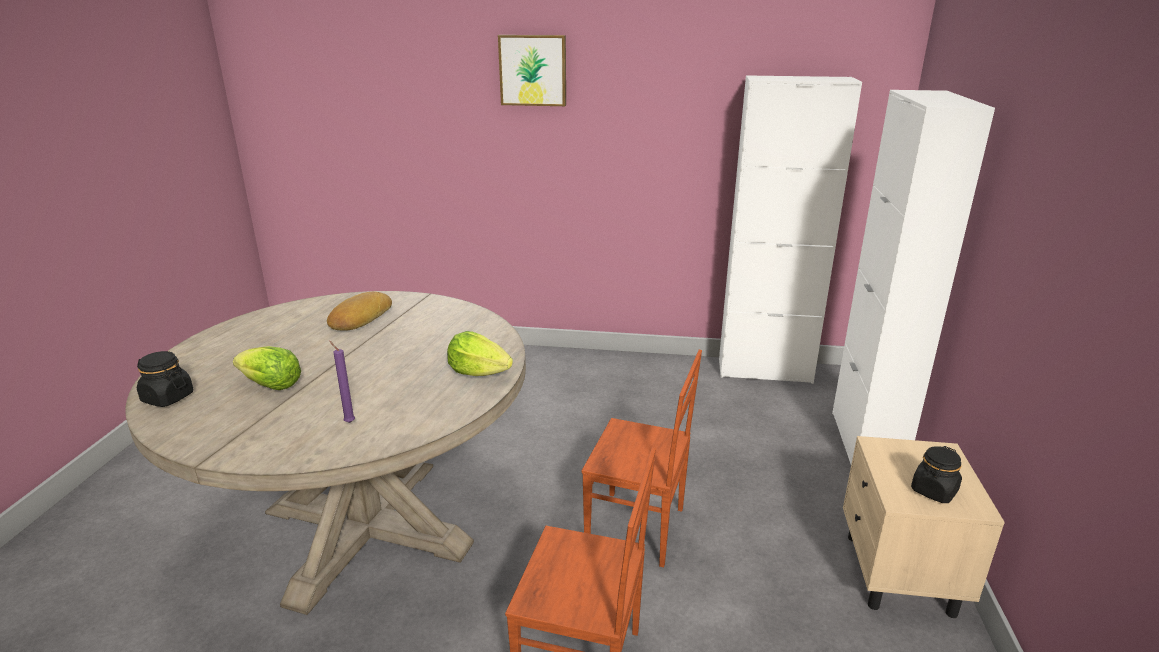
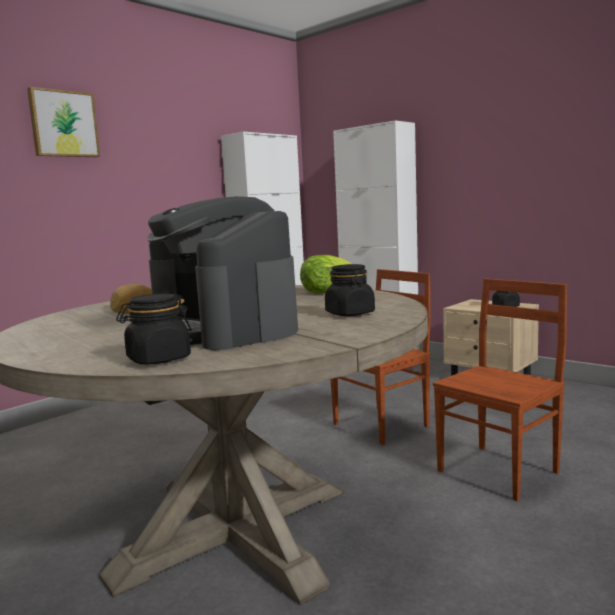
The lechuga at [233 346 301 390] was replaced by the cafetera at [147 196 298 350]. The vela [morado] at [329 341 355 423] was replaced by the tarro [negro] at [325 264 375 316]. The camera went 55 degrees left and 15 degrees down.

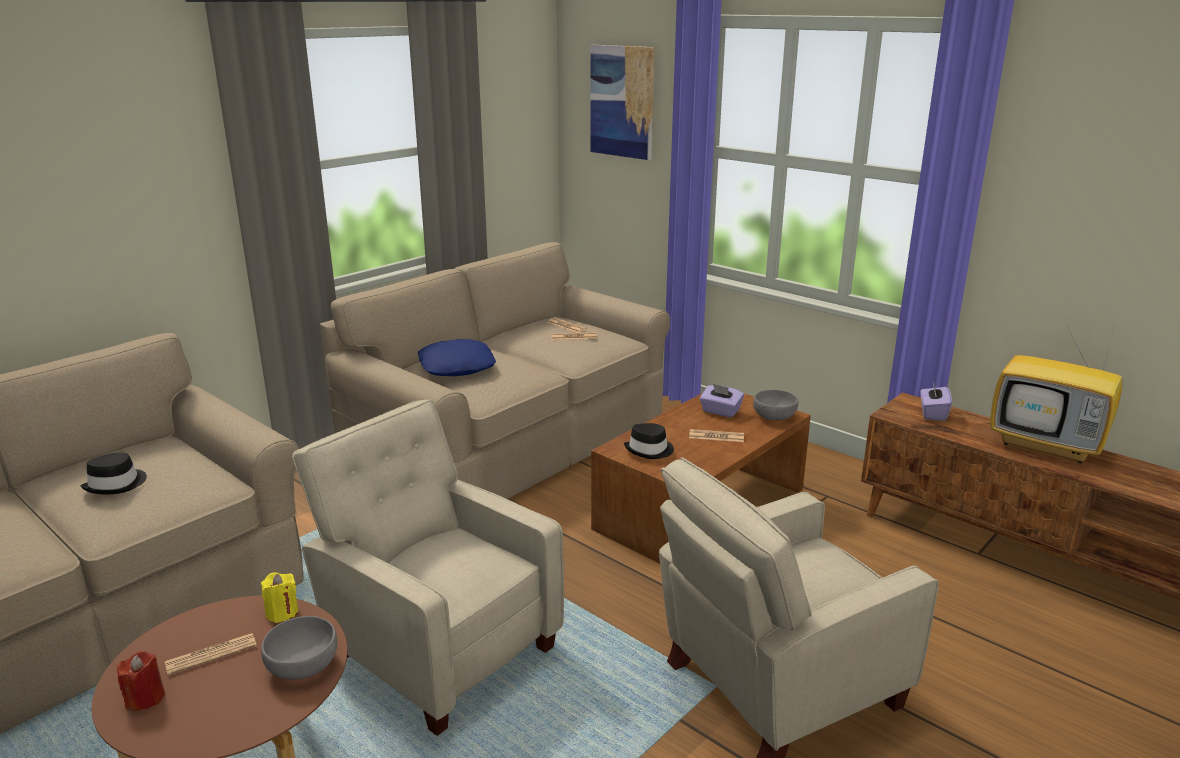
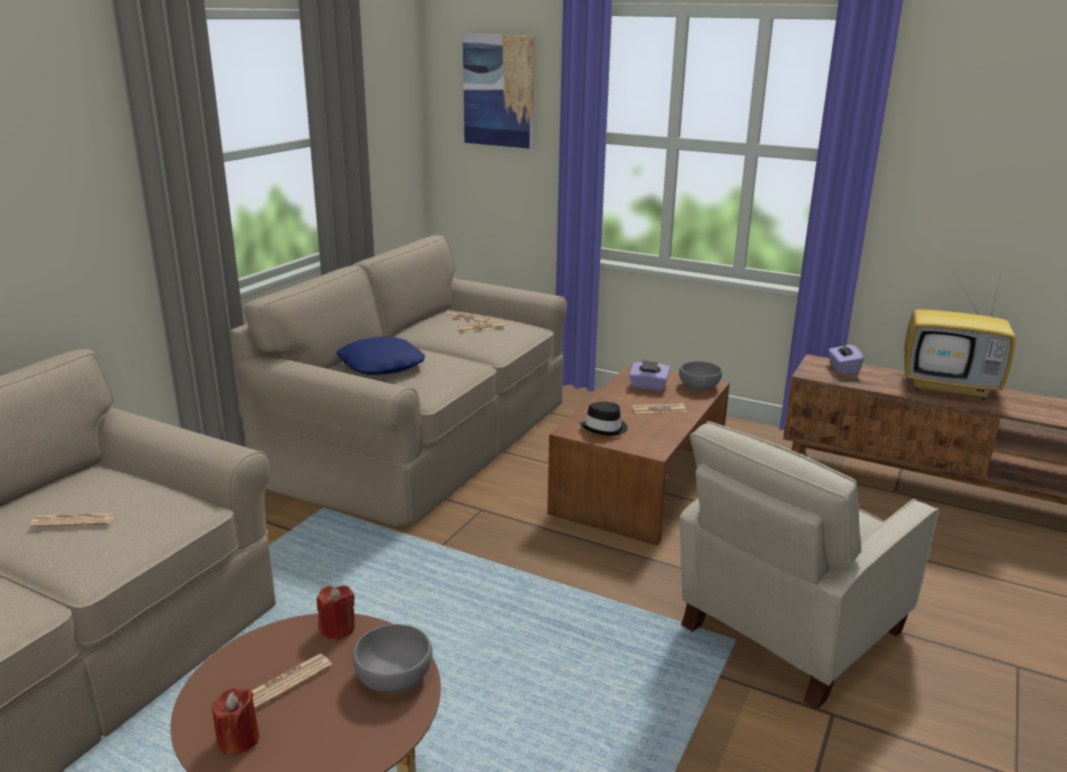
The sombrero [negro] at [80 453 147 494] was replaced by the periódico at [29 513 115 527]. The vela [amarillo] at [261 572 298 623] became the vela [rojo] at [317 585 355 640]. The sillón [beis] at [292 400 564 736] disappeared. The camera went 15 degrees left and 0 degrees up.

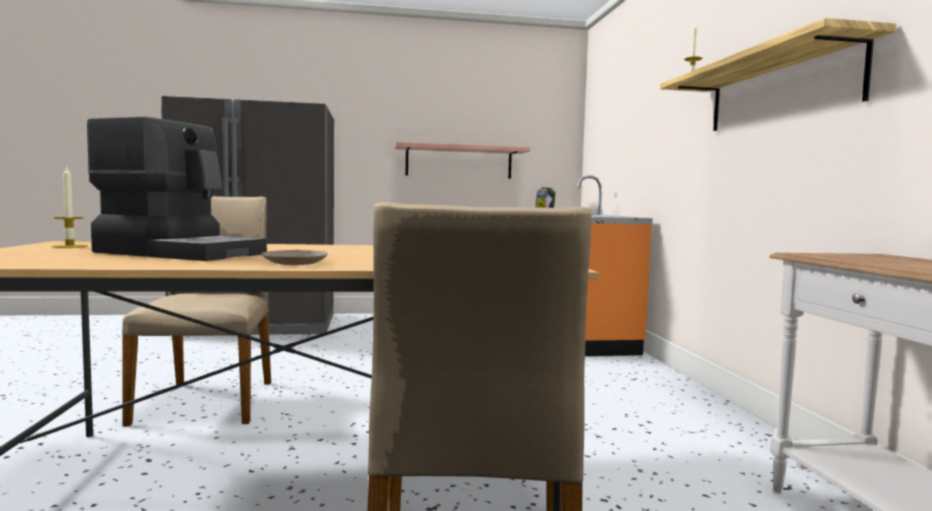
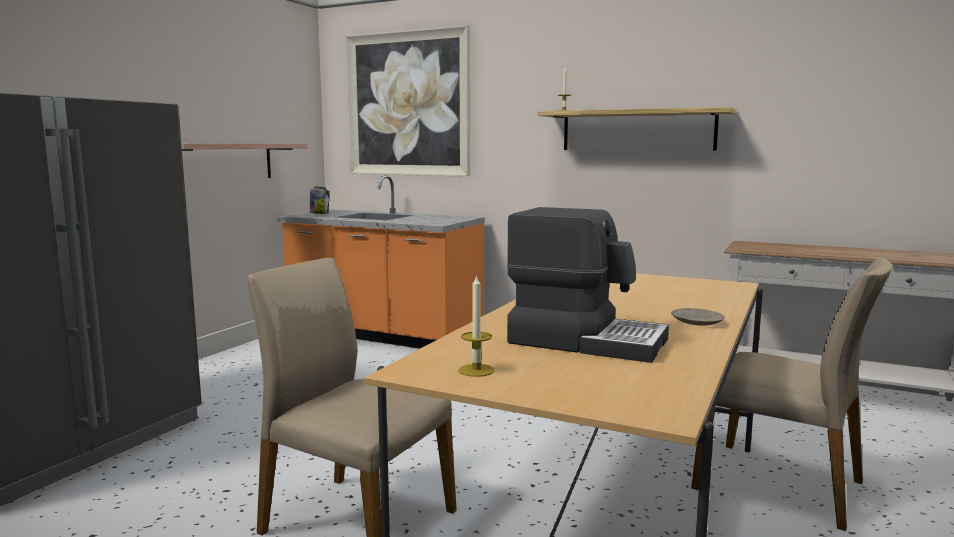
The cuadro at [345 25 470 177] appeared. The cafetera at [87 117 267 261] turned 60 degrees clockwise. The camera went 55 degrees left and 5 degrees up.

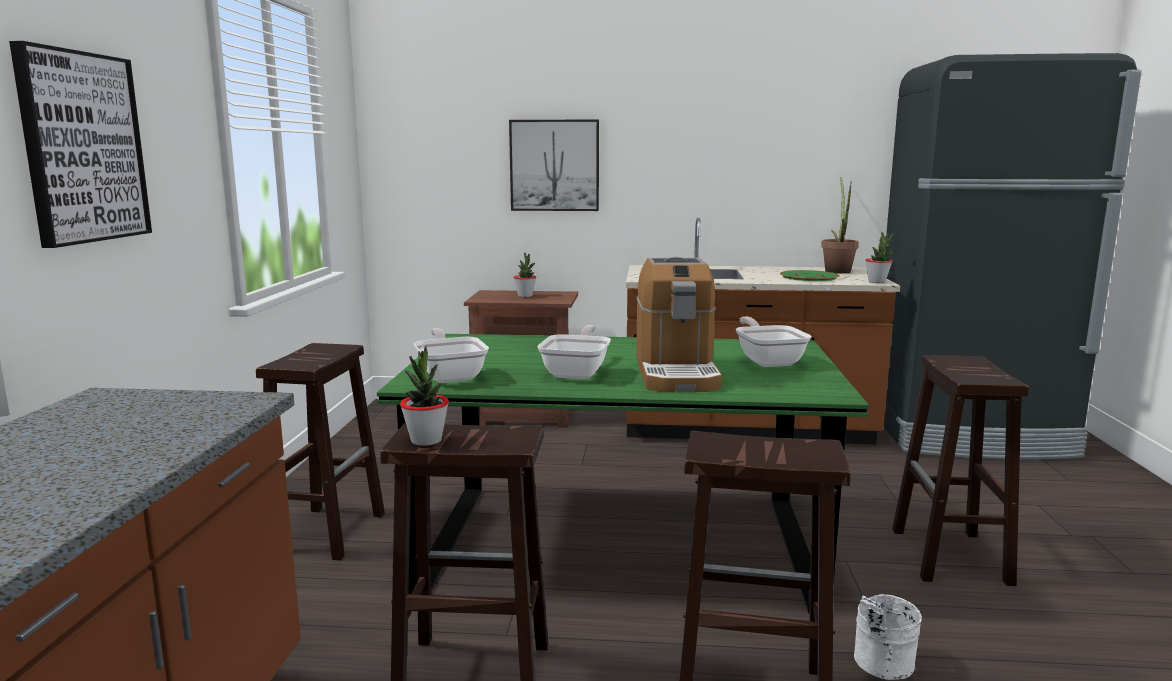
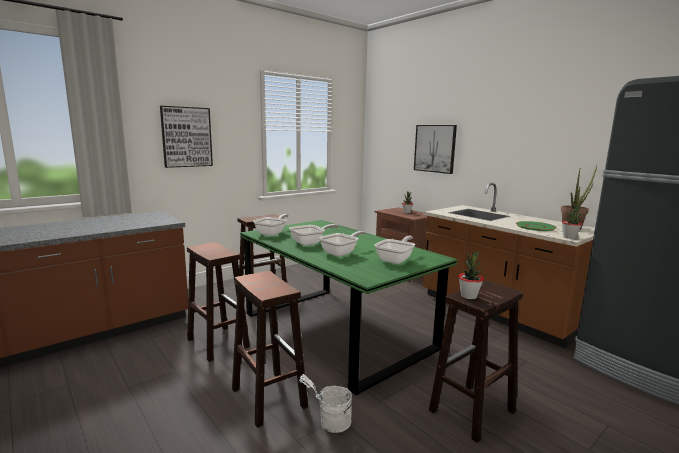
The cafetera at [636 257 722 392] was replaced by the sartén at [319 231 366 256]. The planta en maceta moved from [400 346 449 446] to [458 250 484 299]. The camera went 45 degrees right and 0 degrees up.

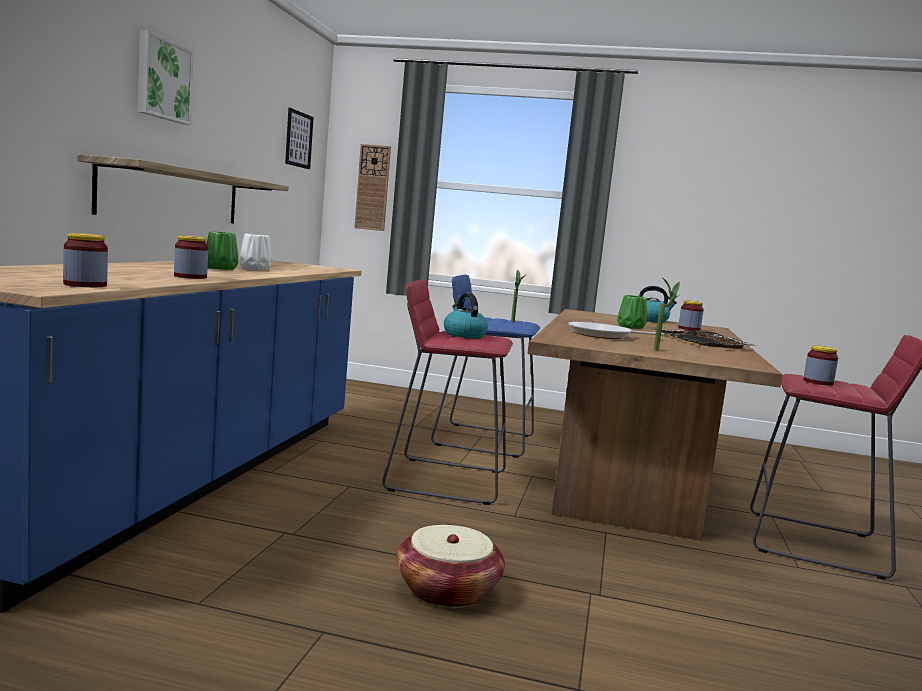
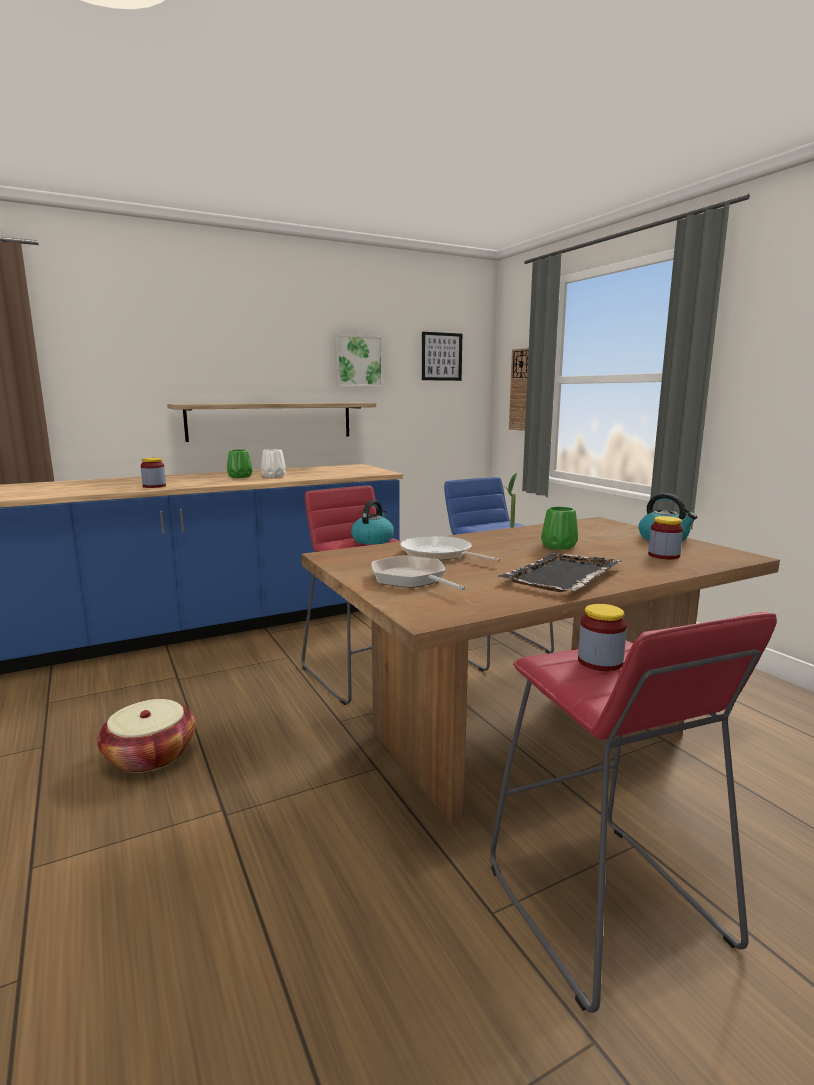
The cuadro moved from [138 31 194 125] to [335 334 383 387]. The planta en maceta at [654 277 680 350] was replaced by the sartén at [371 555 466 591]. The tarro at [63 233 108 287] disappeared. The camera went 50 degrees right and 5 degrees up.

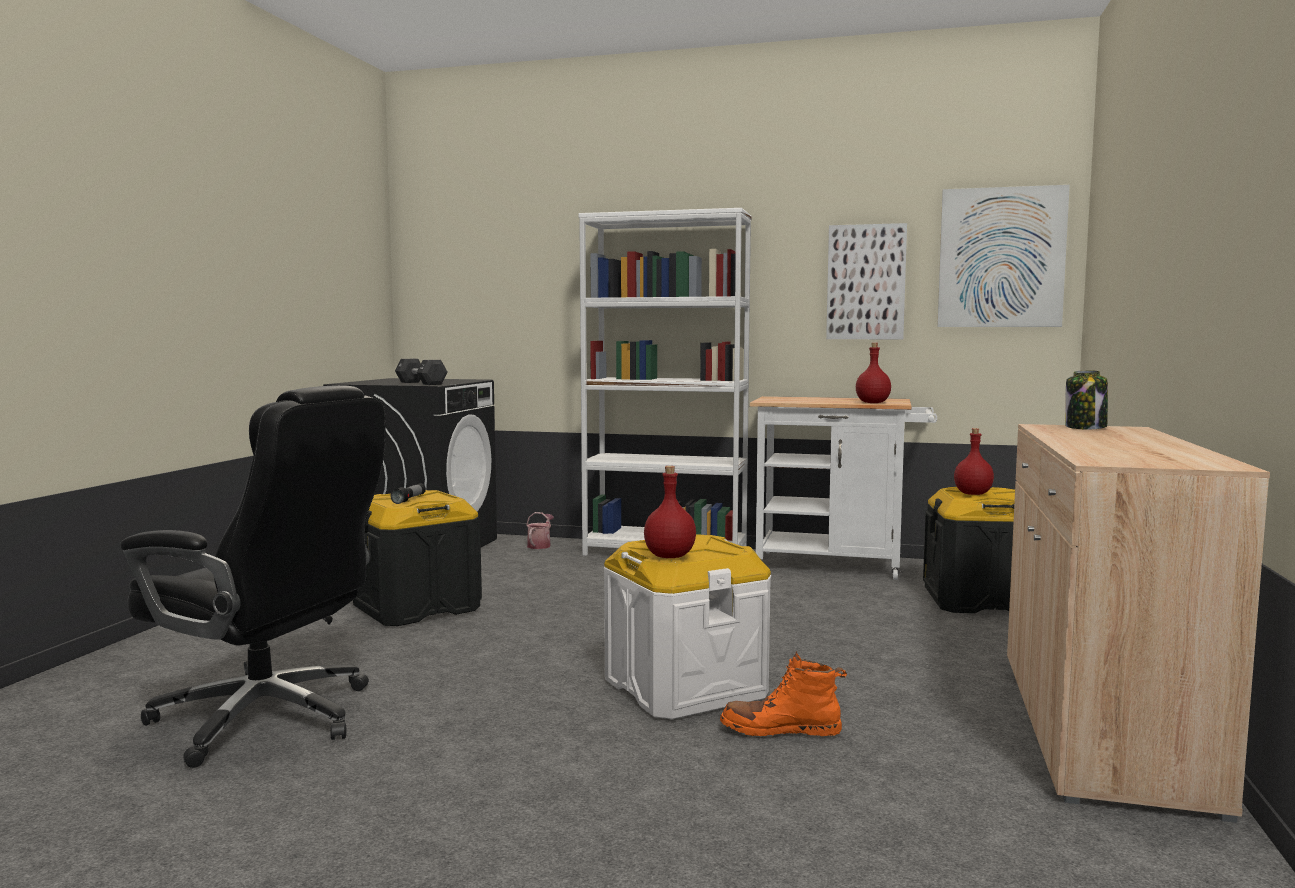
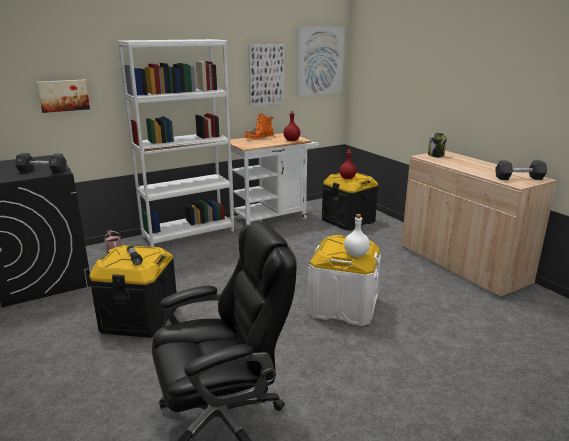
The cuadro at [37 80 90 113] appeared. The bota [naranja] moved from [720 651 847 736] to [244 114 274 139]. The botella [rojo] at [644 466 696 558] became the botella [blanco] at [344 214 370 257]. The mancuerna [negro] at [495 160 547 180] appeared. The camera went 45 degrees left and 15 degrees up.

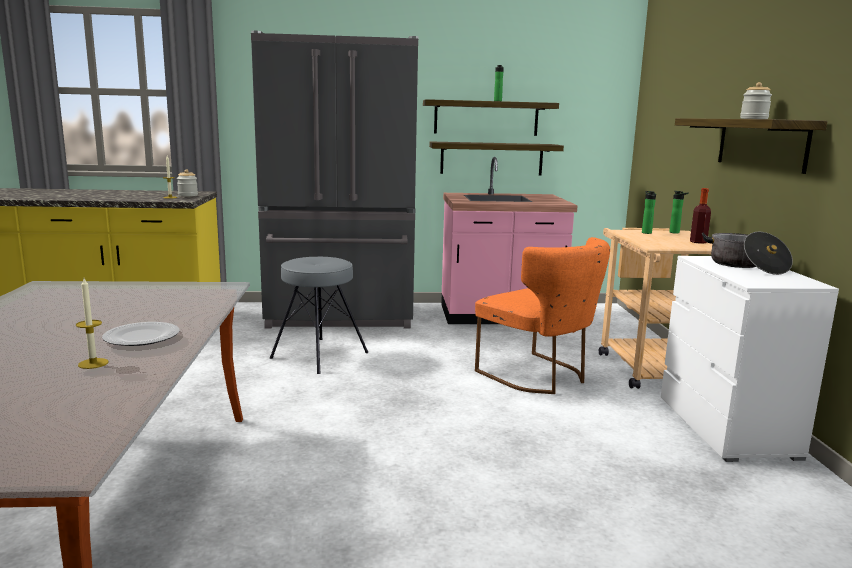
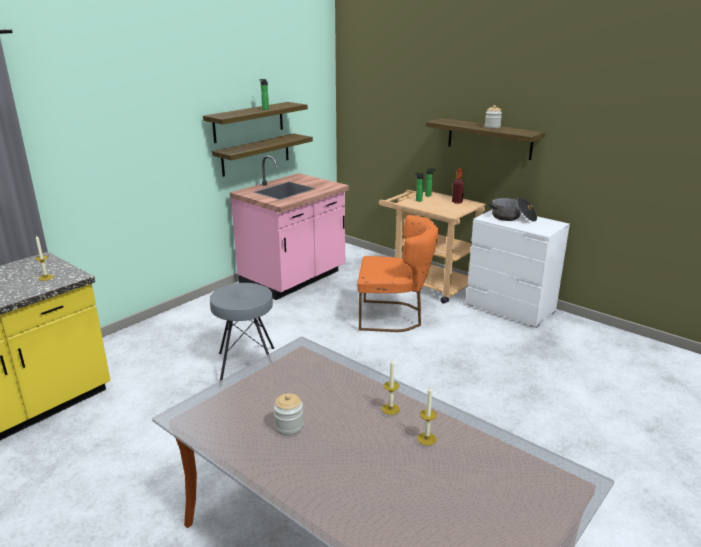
The tarro moved from [177 169 198 196] to [274 393 304 435]. The plato at [102 322 179 346] was replaced by the vela at [382 359 400 415]. The nevera [gris] at [251 31 419 329] disappeared. The camera went 45 degrees left and 10 degrees up.

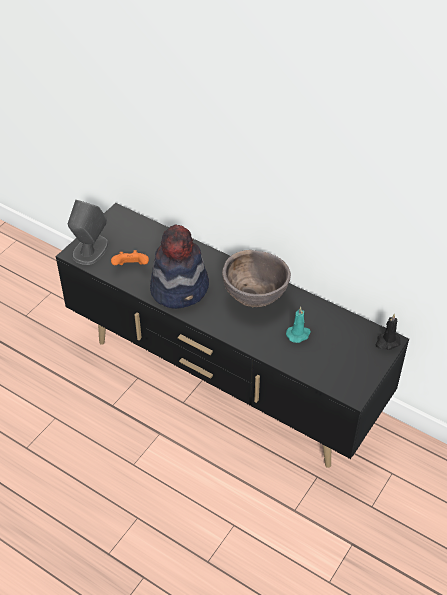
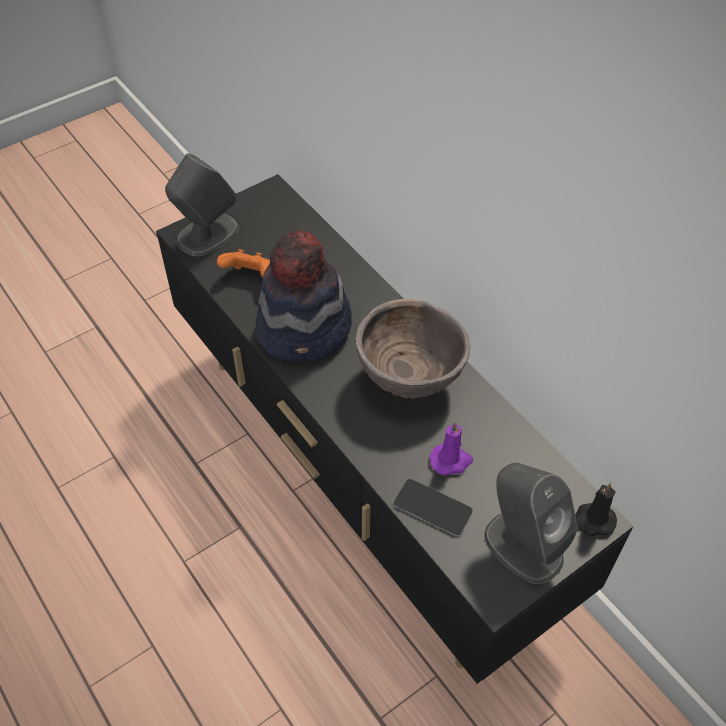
The móvil at [394 479 473 536] appeared. The vela [turquesa] at [286 307 311 343] became the vela [morado] at [430 421 473 476]. The altavoz [gris] at [484 463 578 584] appeared. The camera went 20 degrees right and 5 degrees up.

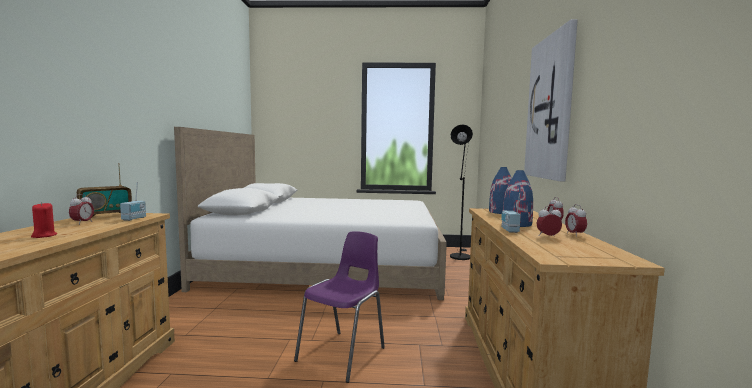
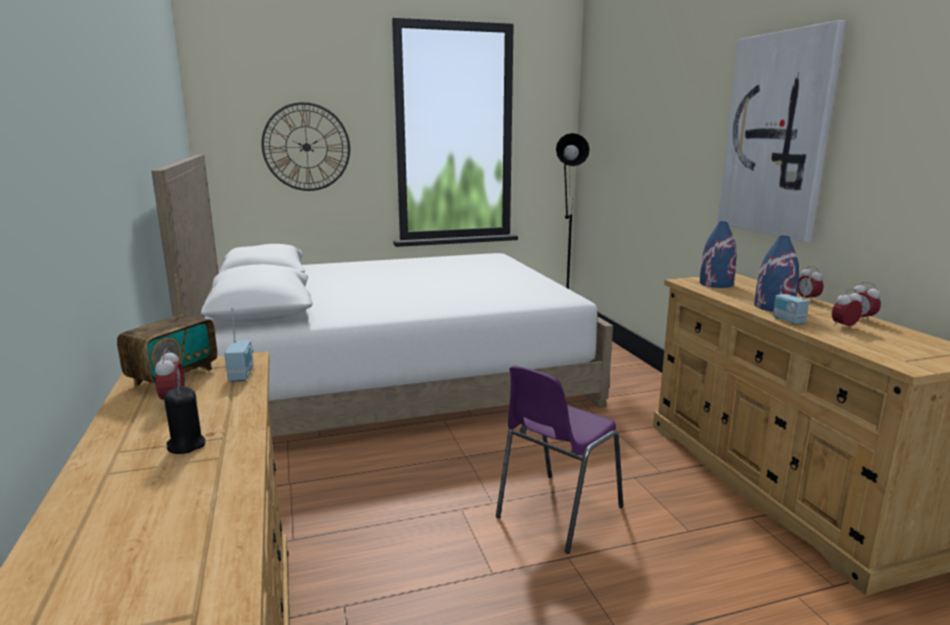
The vela [rojo] at [31 202 57 238] became the vela [negro] at [164 386 205 454]. The reloj de pared at [261 102 350 191] appeared. The silla [morado] at [294 231 385 383] turned 150 degrees counterclockwise. The camera went 20 degrees left and 10 degrees up.

